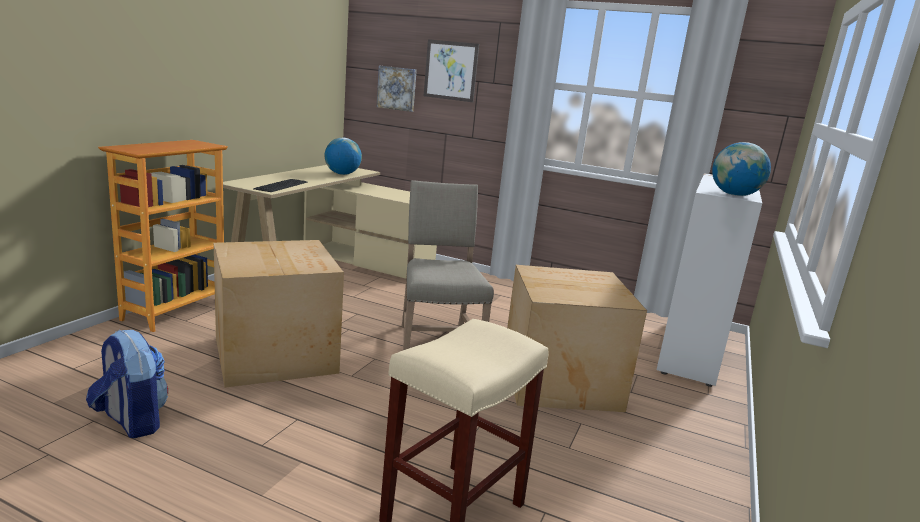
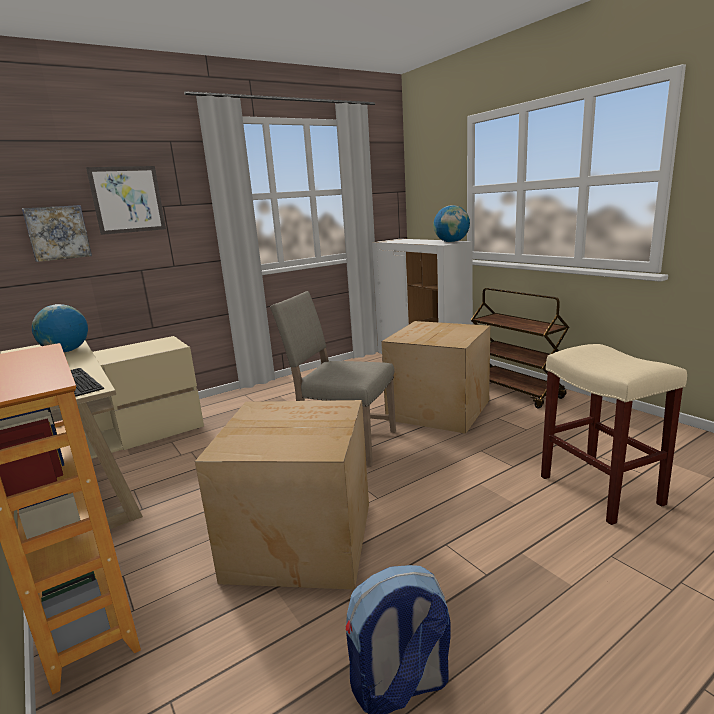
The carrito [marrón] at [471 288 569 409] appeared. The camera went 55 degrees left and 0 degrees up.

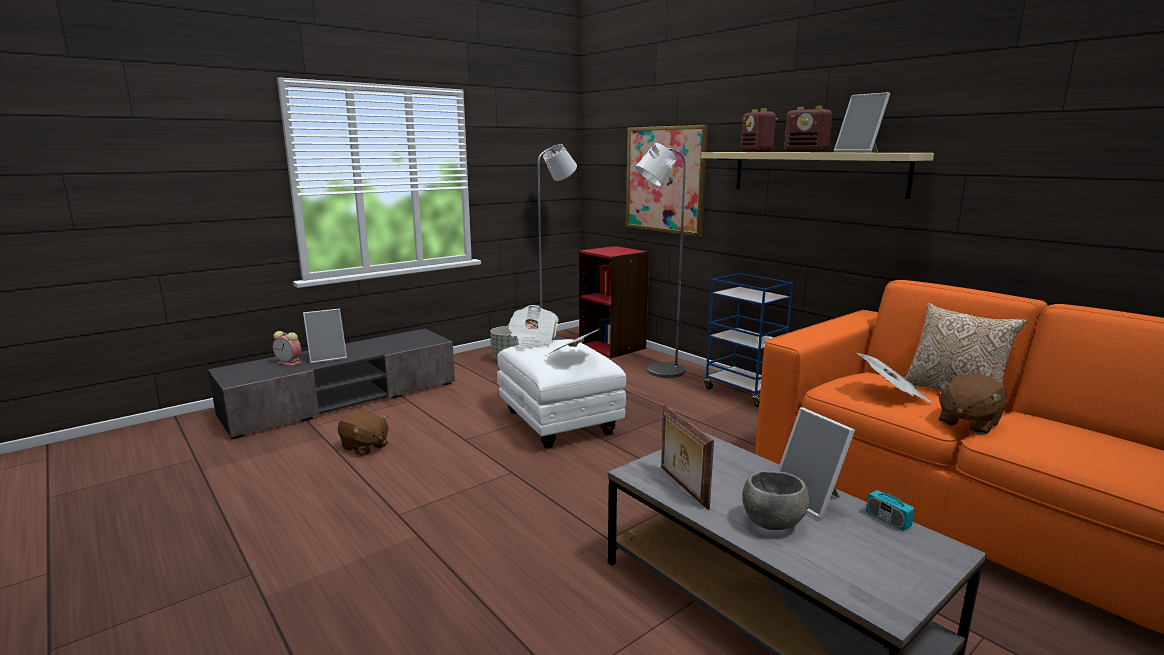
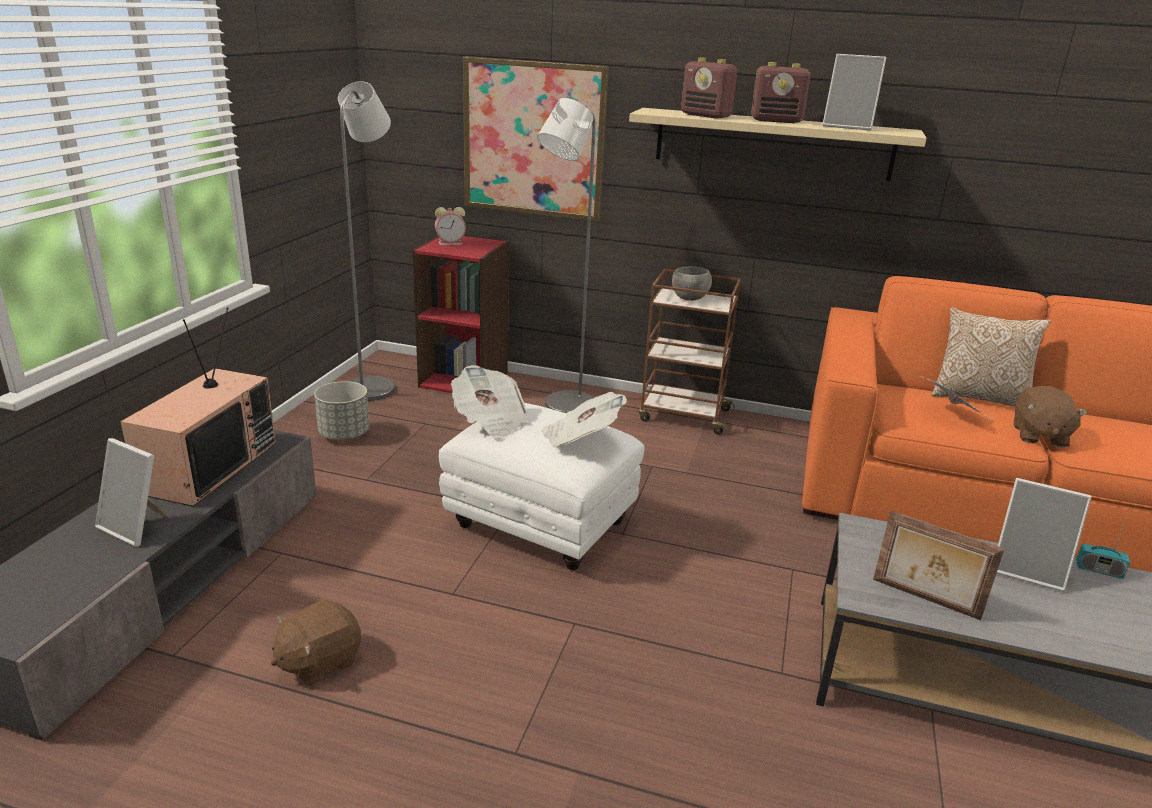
The portarretratos at [303 309 347 364] turned 90 degrees clockwise. The televisor at [120 308 276 507] appeared. The peluche [marrón] at [338 410 389 456] turned 135 degrees clockwise. The despertador moved from [273 331 302 366] to [435 207 466 246]. The carrito [azul] at [704 273 793 407] became the carrito [marrón] at [638 269 741 435]. The cuenco [gris] moved from [742 471 809 530] to [672 266 712 301]. The camera went 35 degrees left and 10 degrees up.

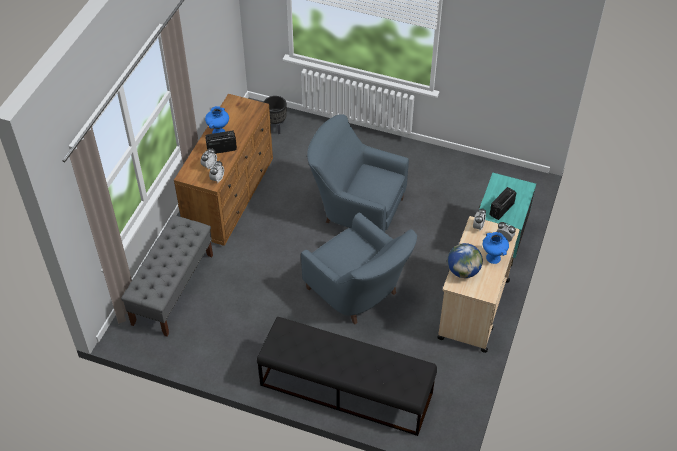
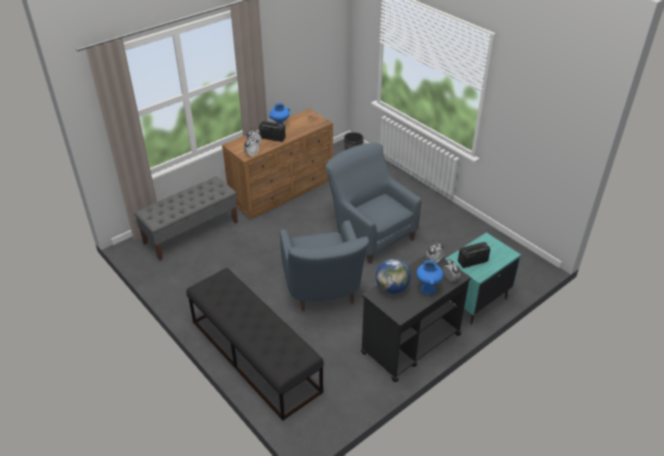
The carrito [beis] at [437 216 519 353] became the carrito [negro] at [361 255 471 382]. The camera went 30 degrees right and 10 degrees down.

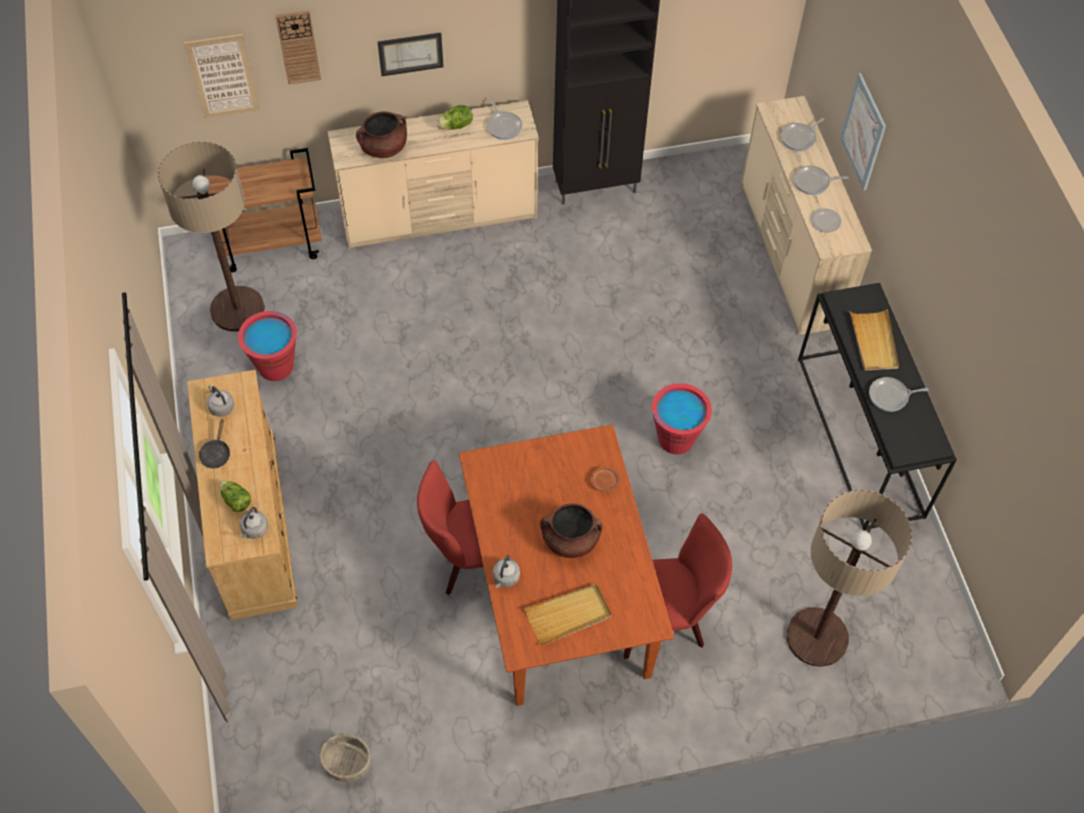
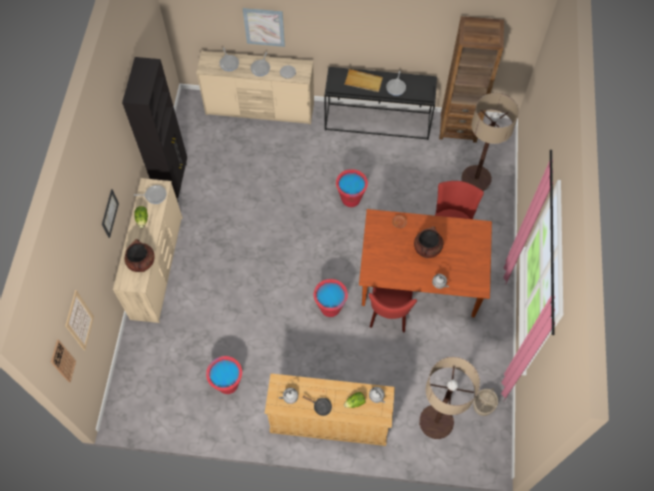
The reloj de pared moved from [275 10 321 85] to [51 340 76 382]. The cubo [rojo] at [314 279 348 317] appeared. The lámpara de pie moved from [158 142 265 332] to [419 357 480 439]. The estantería [marrón] at [439 16 504 143] appeared. The carrito [marrón] at [197 148 322 272] disappeared. The bandeja [beis] at [524 584 612 646] disappeared. The camera went 70 degrees left and 5 degrees up.

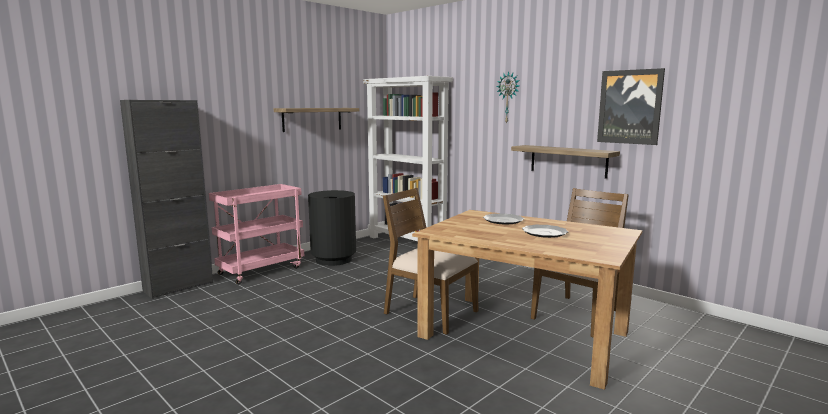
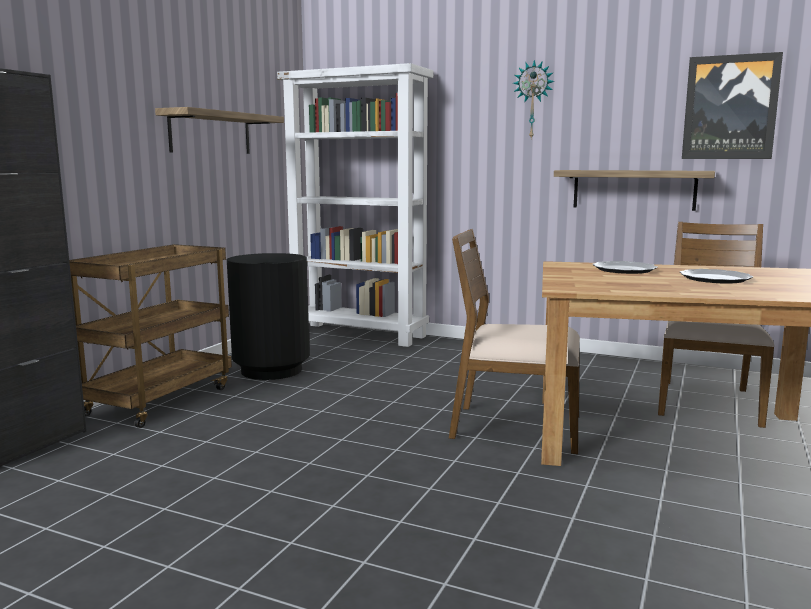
The carrito [rosa] at [209 184 304 285] became the carrito [marrón] at [69 244 232 428]. The camera went 20 degrees left and 0 degrees up.

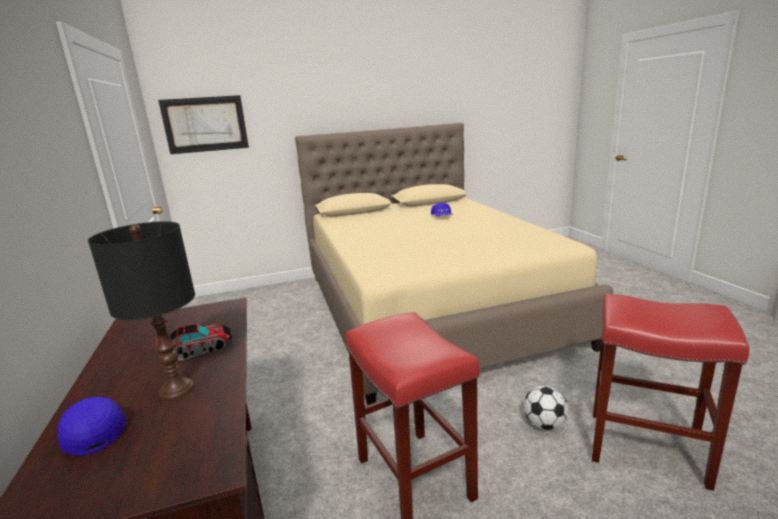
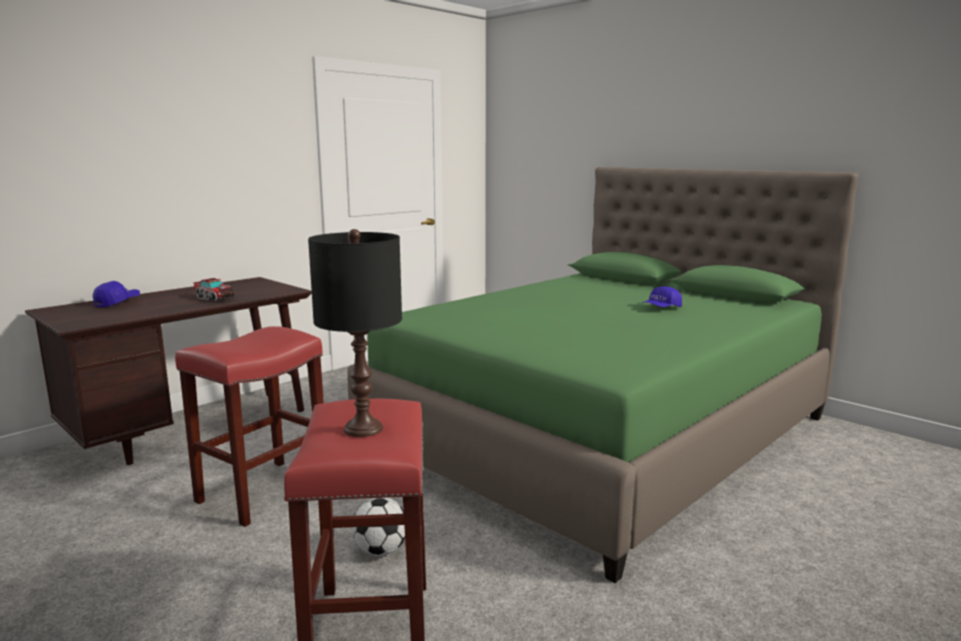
The lámpara de mesa [negro] moved from [88 221 195 400] to [308 229 402 437]. The cama [beis] at [295 123 613 405] became the cama [verde] at [347 167 858 583]. The cuadro at [158 95 249 154] disappeared. The camera went 60 degrees right and 5 degrees down.

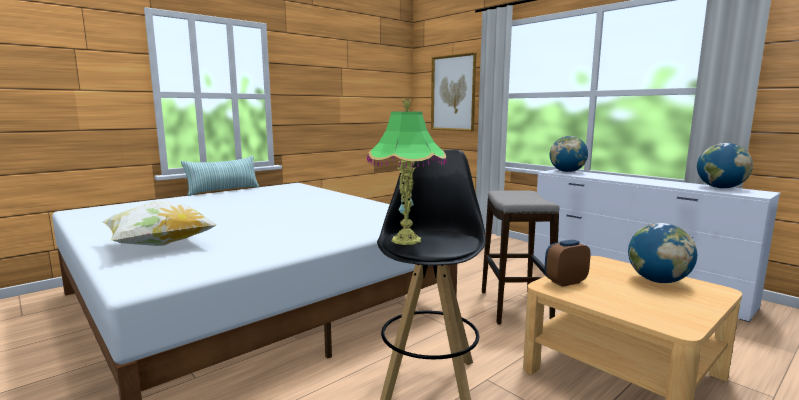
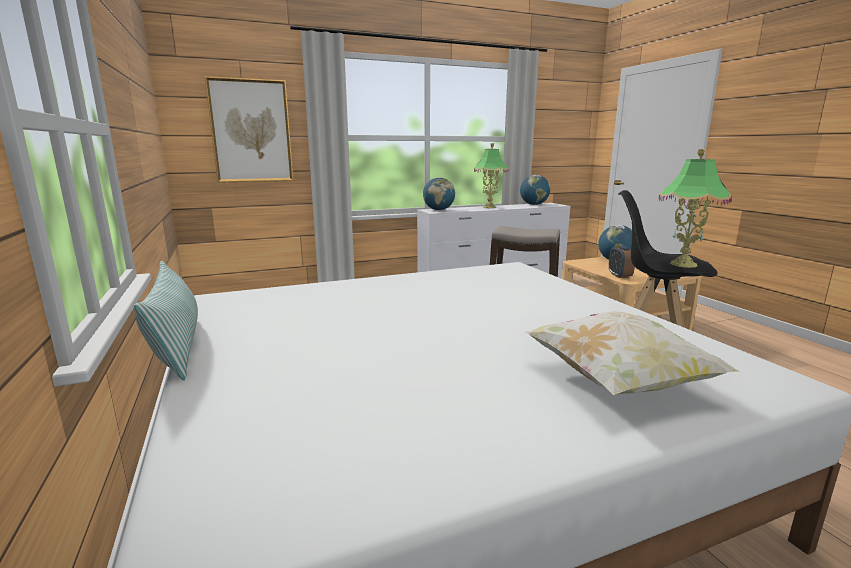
The lámpara de mesa at [474 143 509 208] appeared. The camera went 70 degrees left and 5 degrees up.

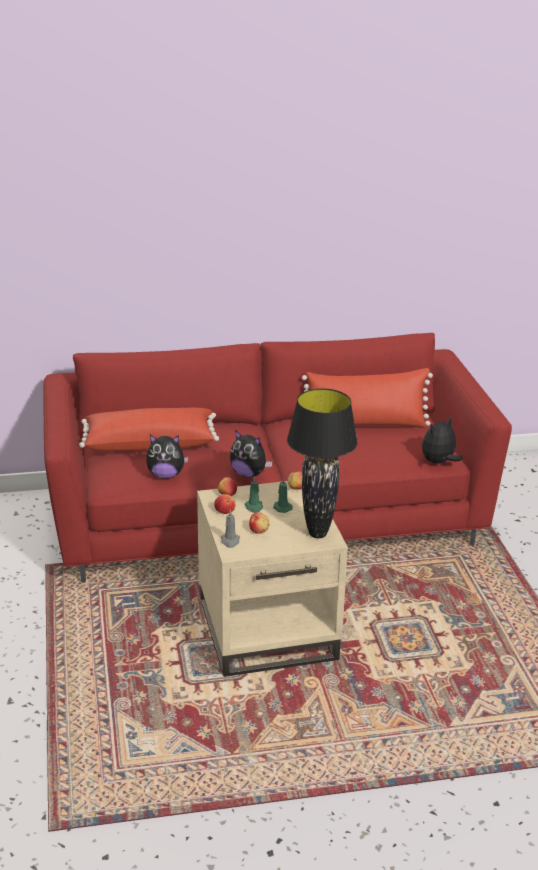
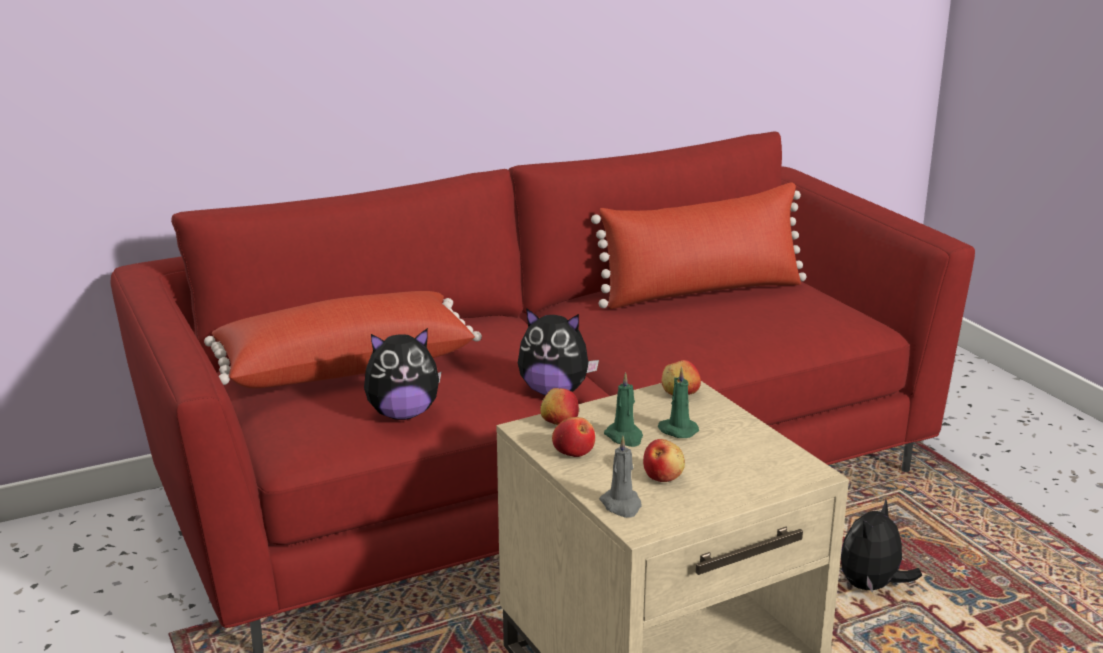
The peluche moved from [422 416 463 464] to [841 499 922 593]. The lámpara de mesa [negro] at [287 389 358 538] disappeared. The camera went 15 degrees left and 5 degrees down.

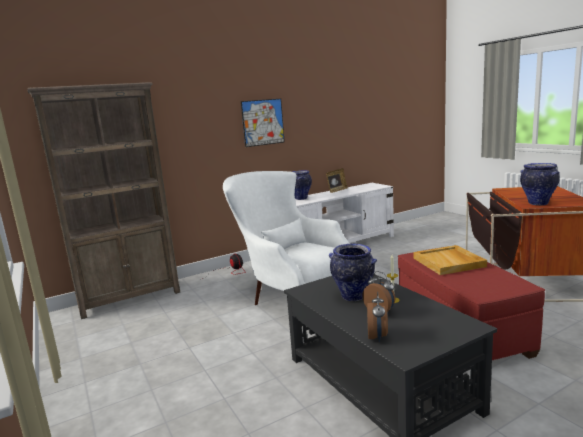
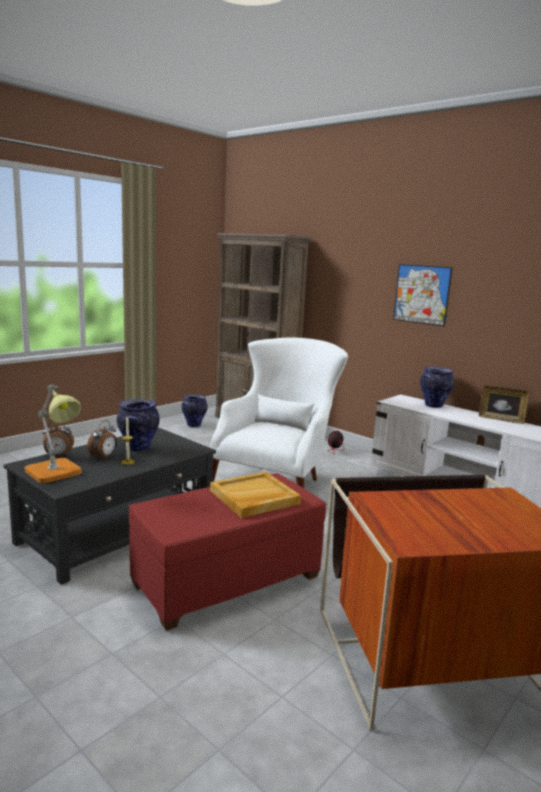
The lámpara de mesa at [25 384 82 483] appeared. The florero moved from [520 163 560 205] to [182 394 207 427]. The camera went 70 degrees right and 0 degrees up.

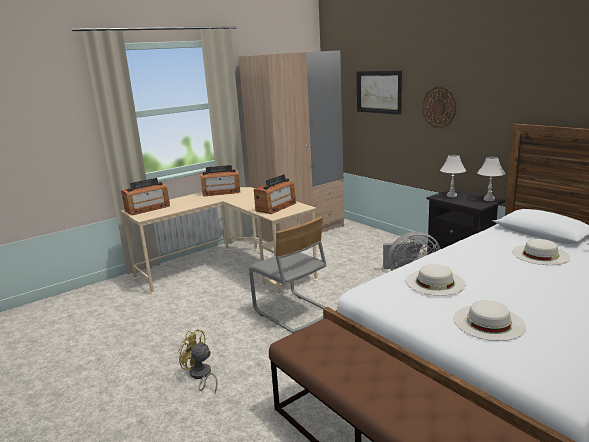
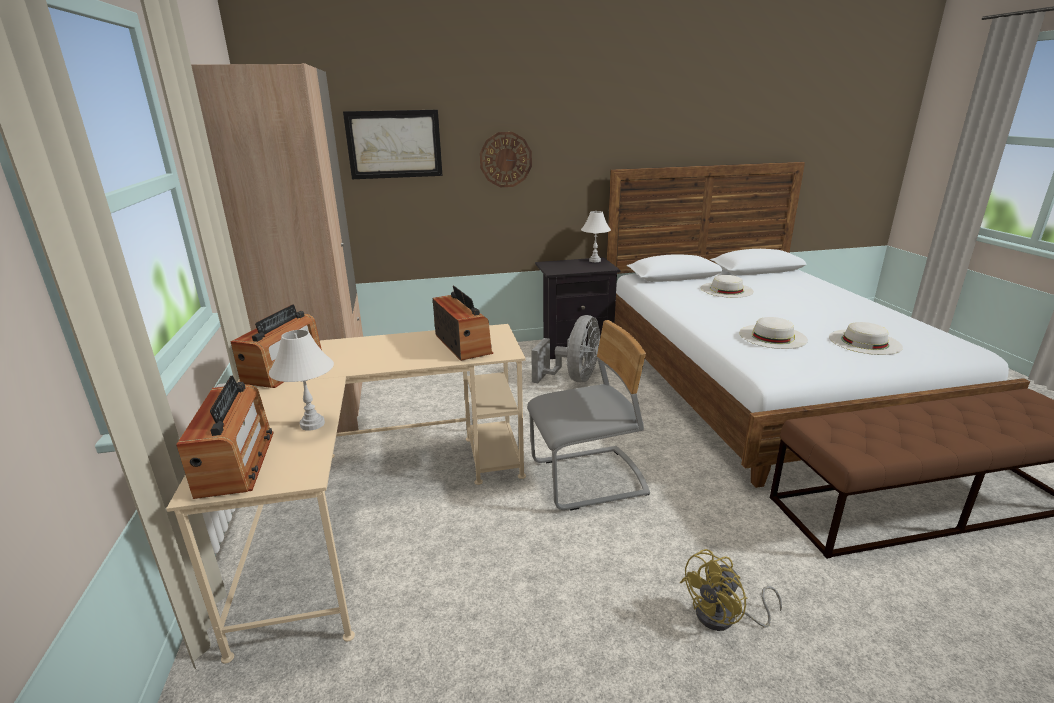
The lámpara de mesa [blanco] moved from [440 155 466 197] to [269 330 334 431]. The camera went 65 degrees left and 5 degrees up.

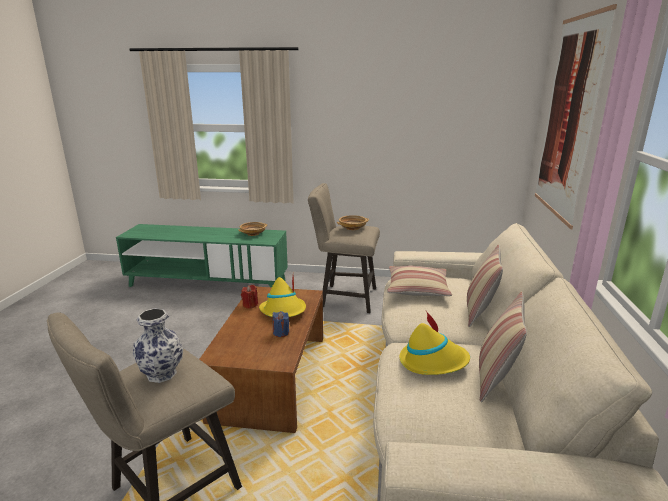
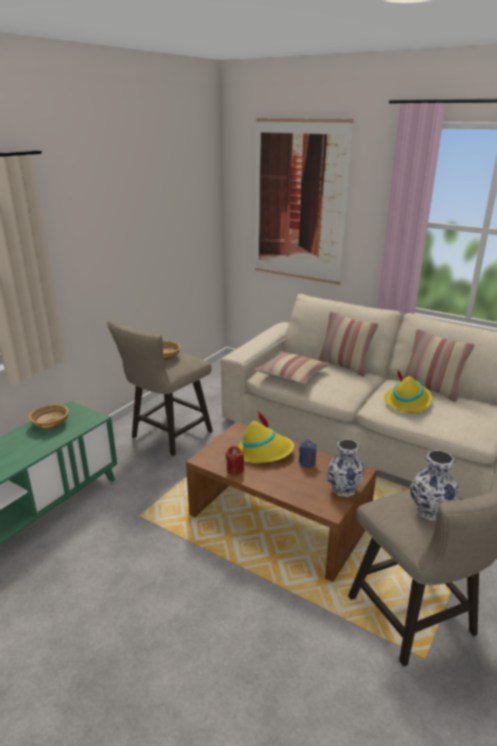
The florero at [327 439 364 497] appeared. The camera went 65 degrees left and 5 degrees up.

